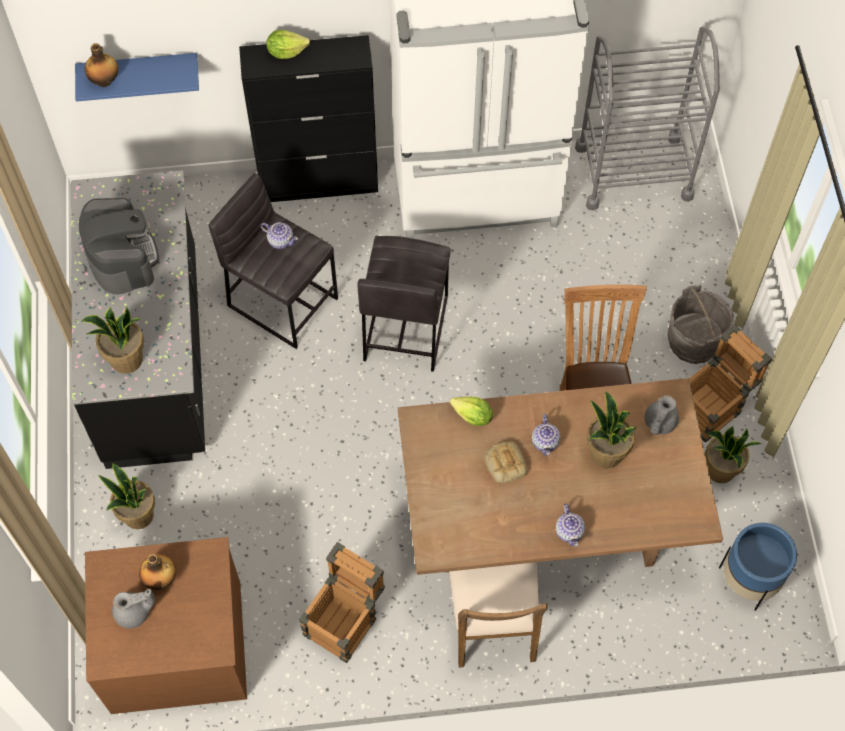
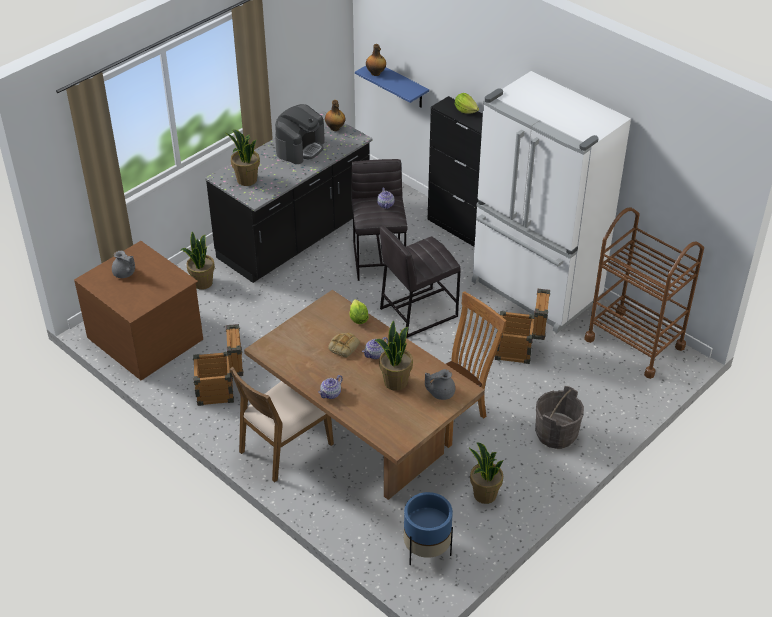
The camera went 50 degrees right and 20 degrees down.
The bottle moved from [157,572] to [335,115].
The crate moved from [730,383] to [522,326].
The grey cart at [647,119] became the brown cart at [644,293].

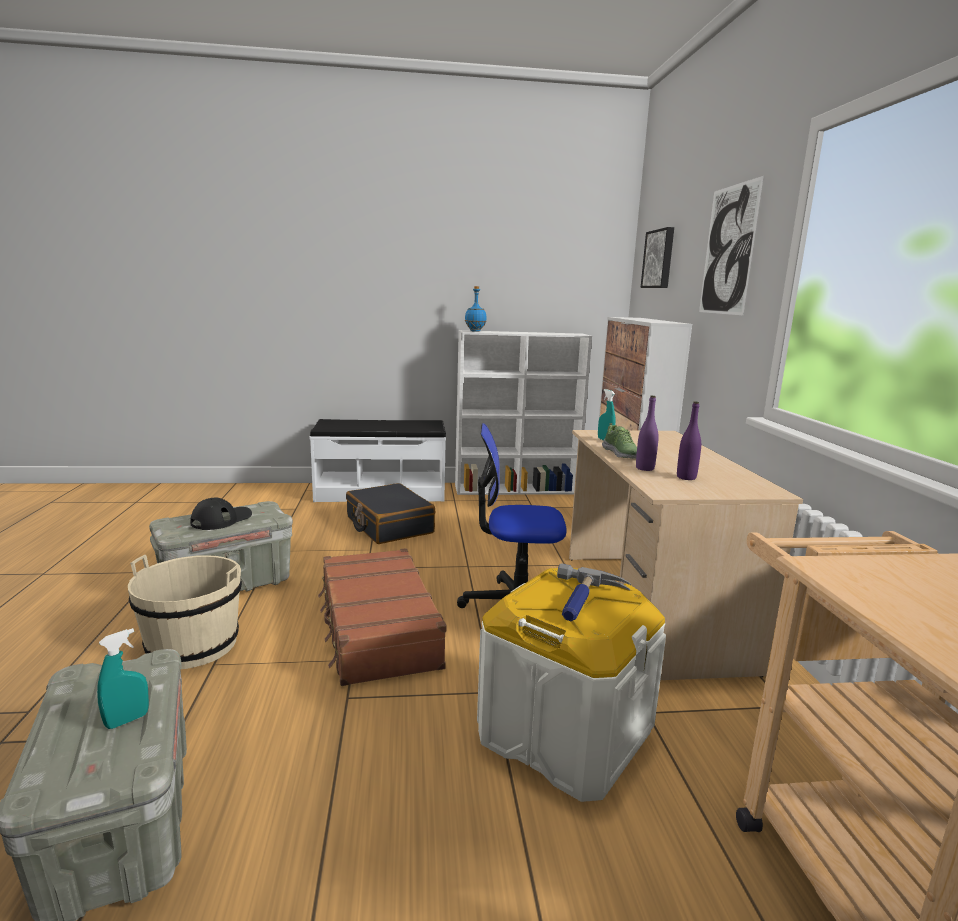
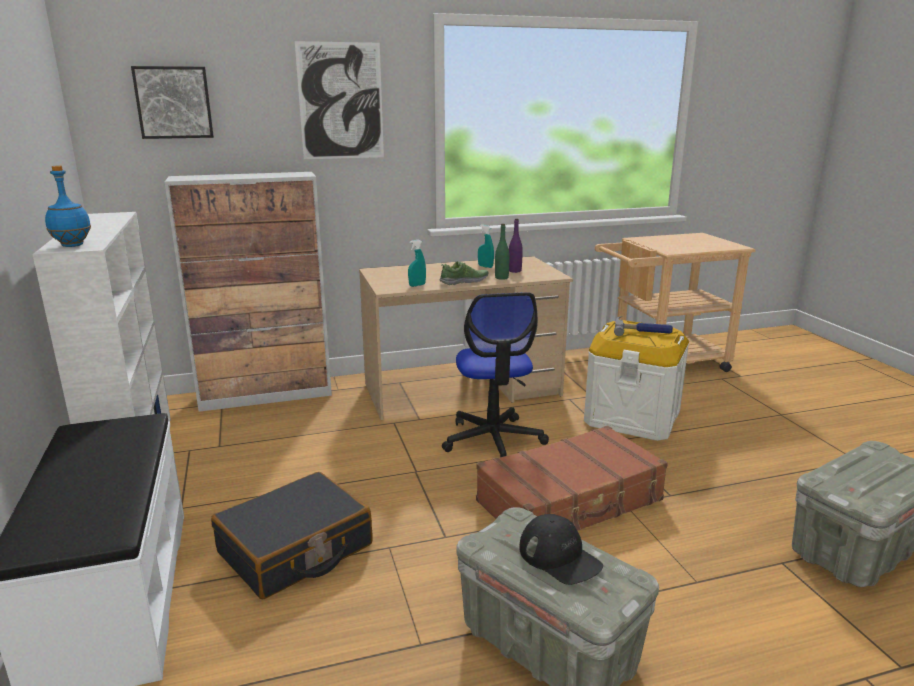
The camera went 100 degrees left and 5 degrees up.
The beige bucket at [185,612] disappeared.
The turquoise spray bottle moved from [123,678] to [486,246].
The purple bottle at [647,433] became the green bottle at [502,252].
The black cap at [221,514] turned 150 degrees counterclockwise.

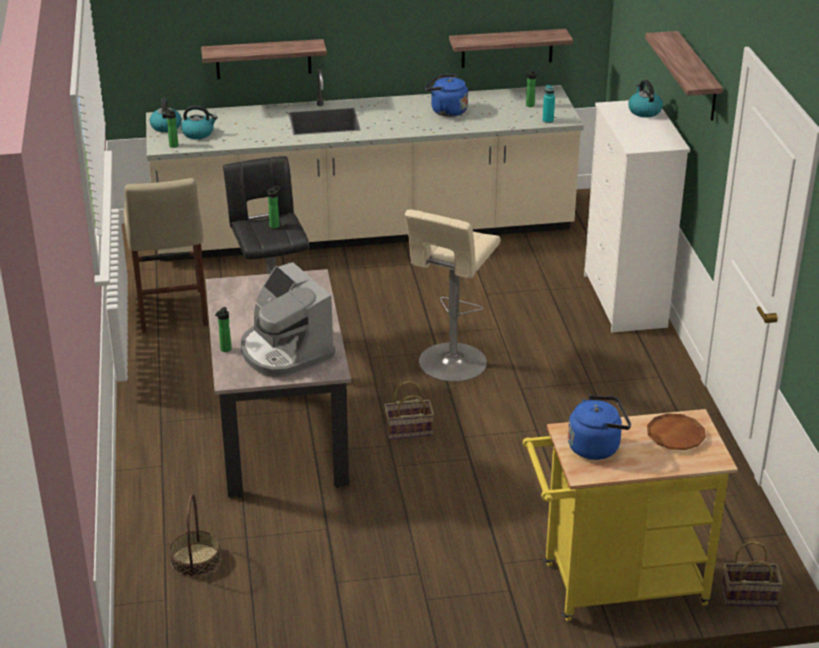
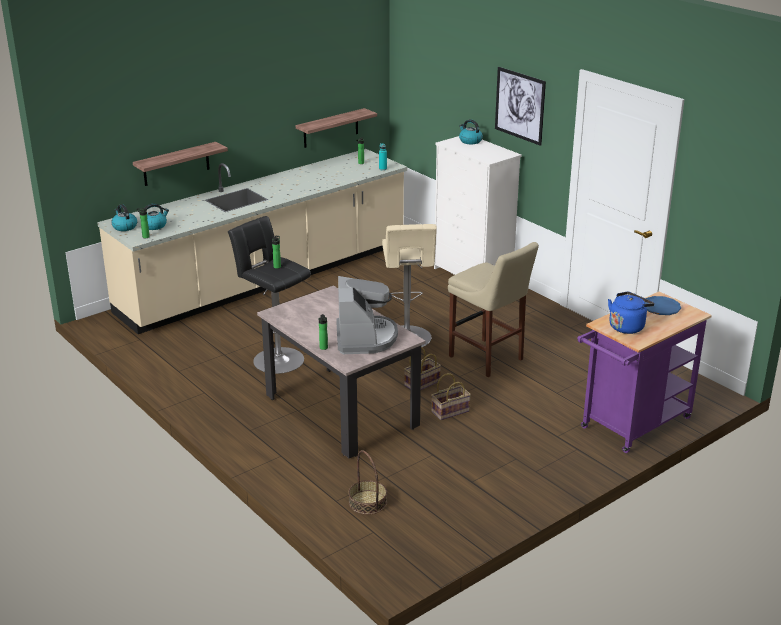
The camera went 30 degrees left and 5 degrees down.
The blue kettle at [446,95] disappeared.
The beige stool moved from [166,255] to [493,309].
The basket moved from [752,573] to [451,396].
The shelf at [684,76] was replaced by the picture at [520,106].
The yellow cart at [630,515] became the purple cart at [644,372].
The brown plate at [676,431] became the blue plate at [663,305].
The coffee machine at [288,319] turned 120 degrees counterclockwise.

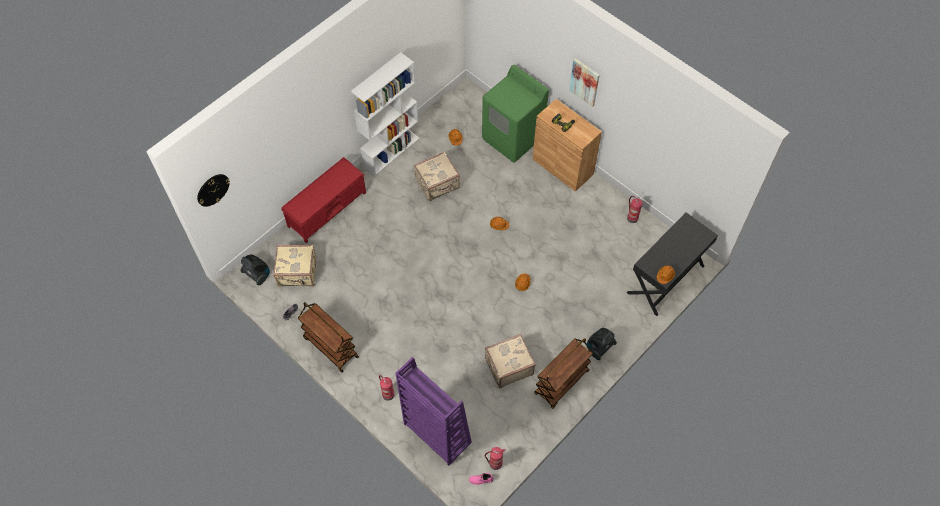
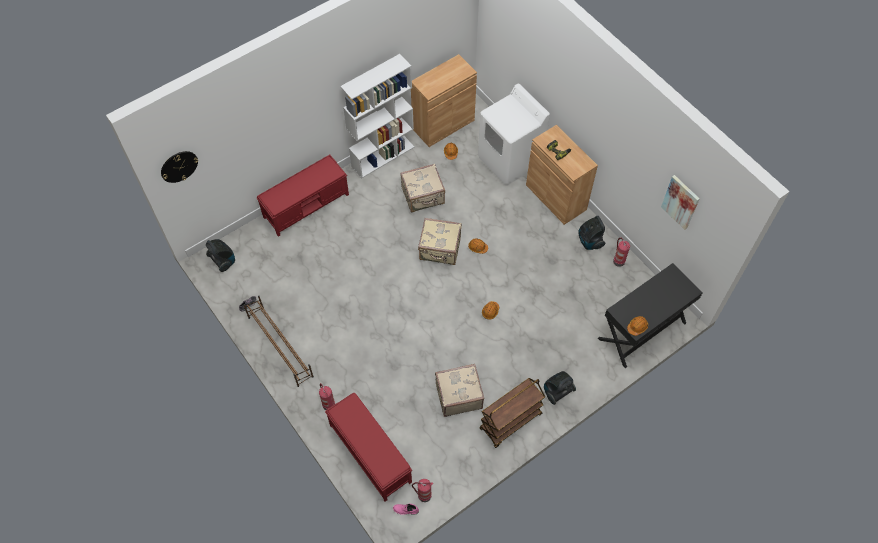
The camera went 10 degrees right and 0 degrees up.
The brown cabinet at [444,100] appeared.
The vacuum cleaner at [591,233] appeared.
The beige suitcase moved from [295,265] to [440,241].
The picture moved from [584,82] to [680,202].
The brown cart at [328,337] was replaced by the brown shoe rack at [279,341].
The purple bookcase at [433,411] was replaced by the red bench at [368,447].
The green washing machine at [515,114] became the white washing machine at [514,134].

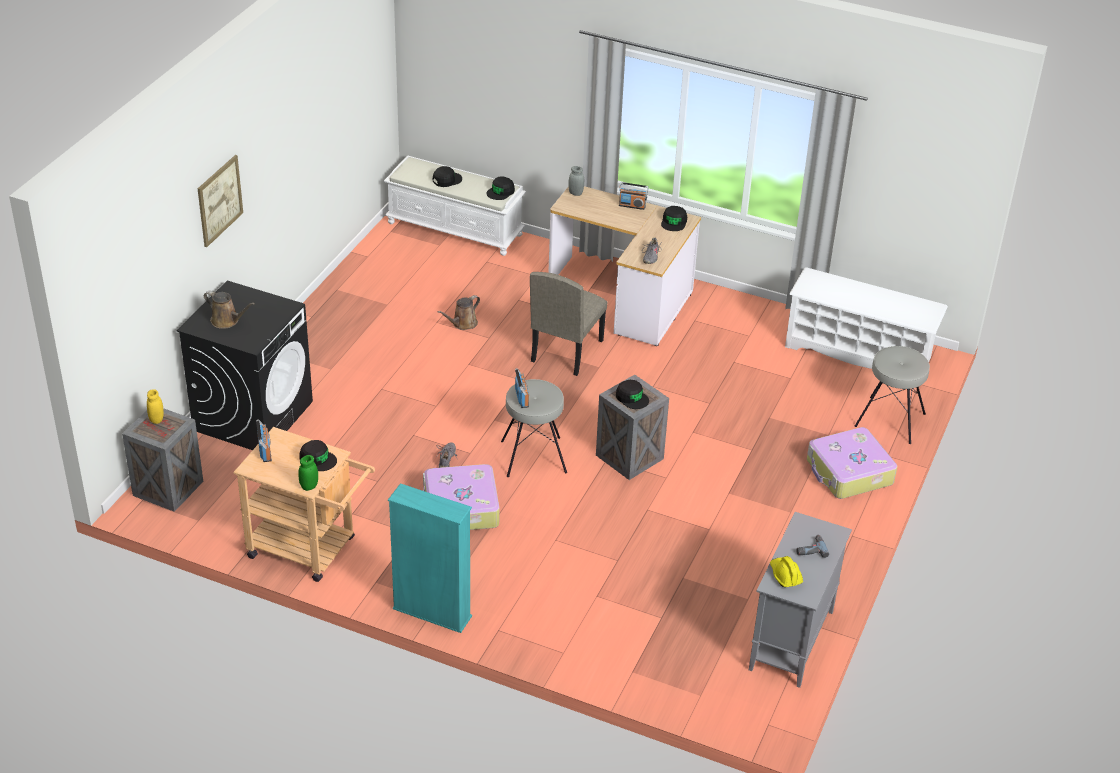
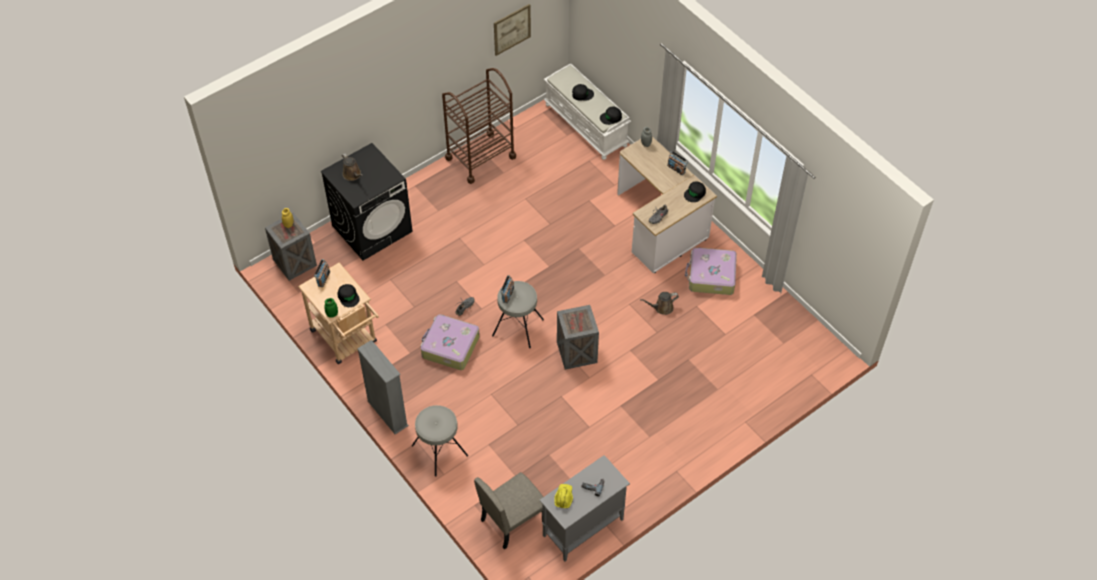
The camera went 30 degrees right and 15 degrees up.
The black cap at [632,394] disappeared.
The white shoe rack at [866,318] disappeared.
The brown cart at [479,126] appeared.
The picture moved from [220,201] to [512,30].
The brown watering can moved from [458,312] to [659,303].
The beige chair moved from [569,324] to [508,511].
The suitcase moved from [852,463] to [711,271].
The grey stool moved from [892,395] to [440,441].
The turquoise bookcase at [430,558] became the grey bookcase at [383,387].

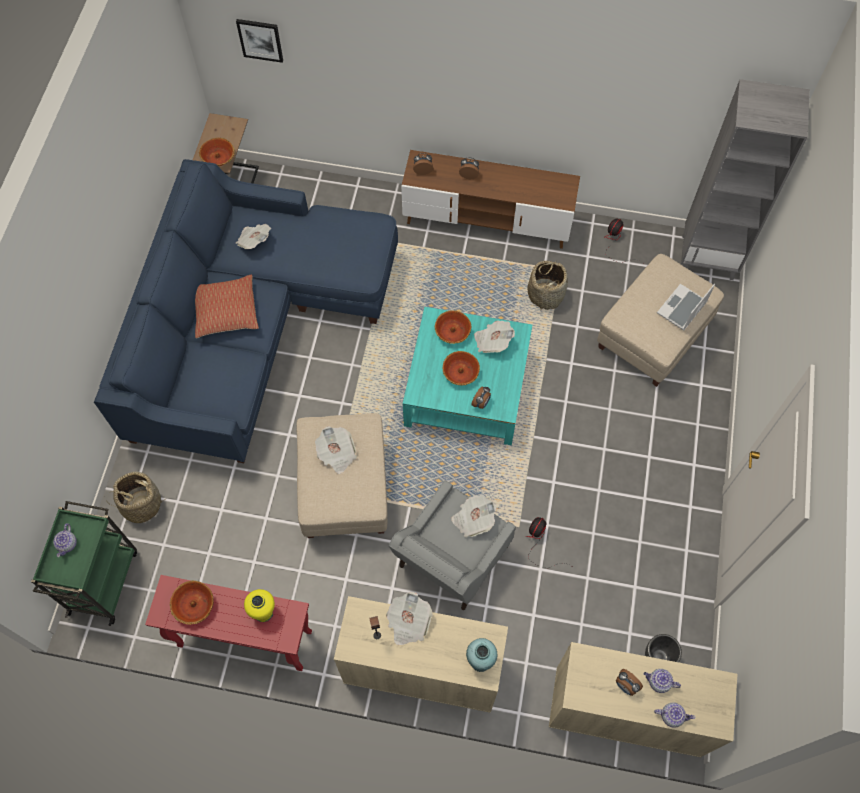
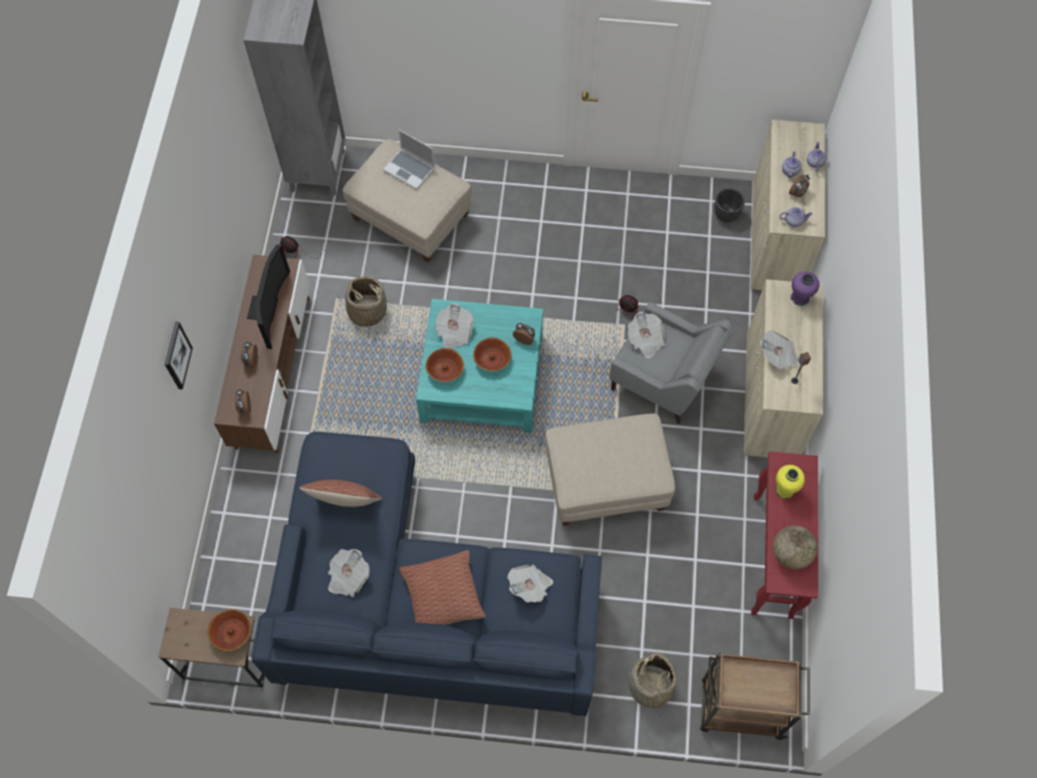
The camera went 95 degrees left and 0 degrees up.
The television at [268,296] appeared.
The pillow at [340,493] appeared.
The teapot moved from [65,540] to [796,217].
The picture moved from [259,41] to [179,355].
The newspaper moved from [336,450] to [530,584].
The bowl at [192,602] was replaced by the globe at [795,547].
The green cart at [84,563] became the brown cart at [755,696].
The turquoise vase at [482,655] became the purple vase at [805,289].

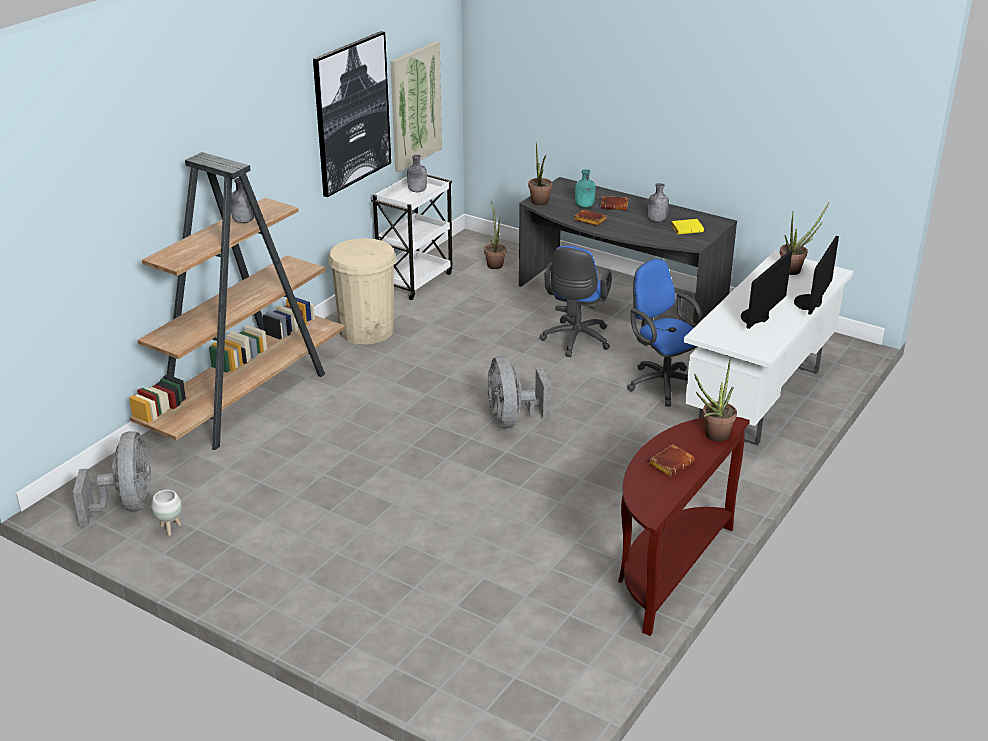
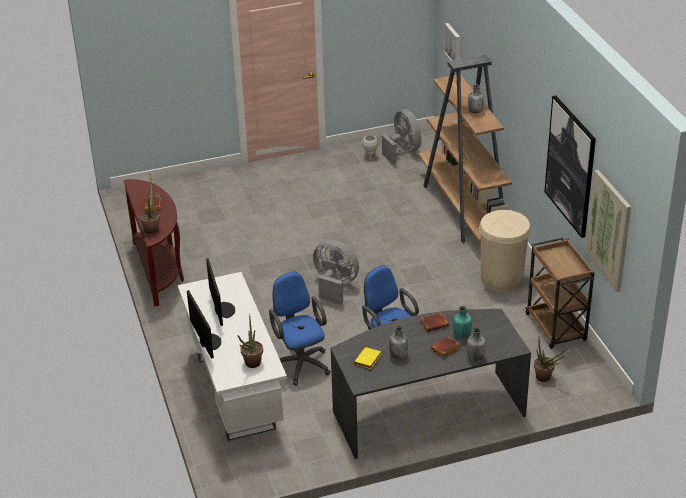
The camera went 130 degrees right and 5 degrees up.
The potted plant at [540,174] disappeared.
The picture at [452,42] appeared.
The grey bottle moved from [417,173] to [476,344].
The white cart at [411,237] became the brown cart at [560,293].
The grey fan at [112,479] turned 150 degrees counterclockwise.
The blue office chair at [665,333] turned 120 degrees counterclockwise.

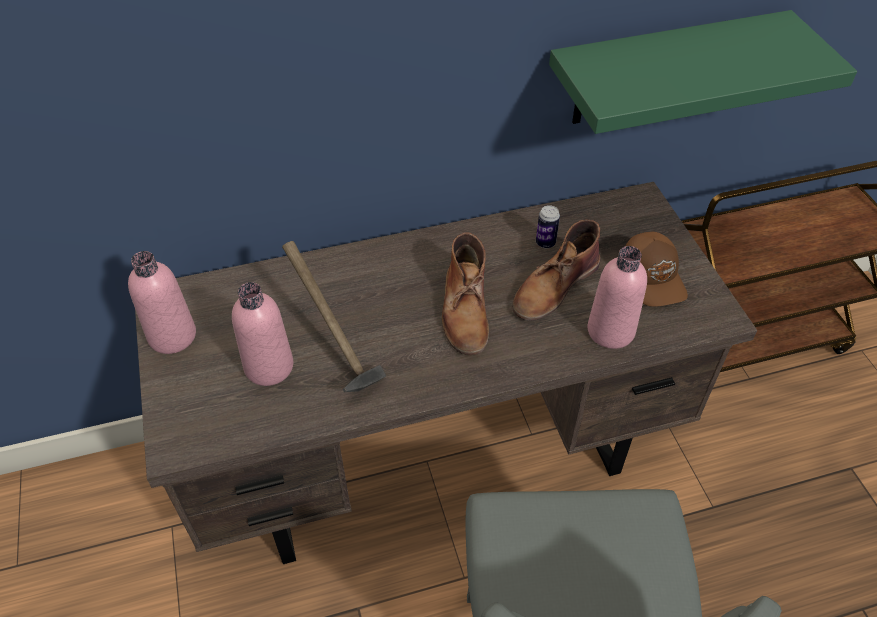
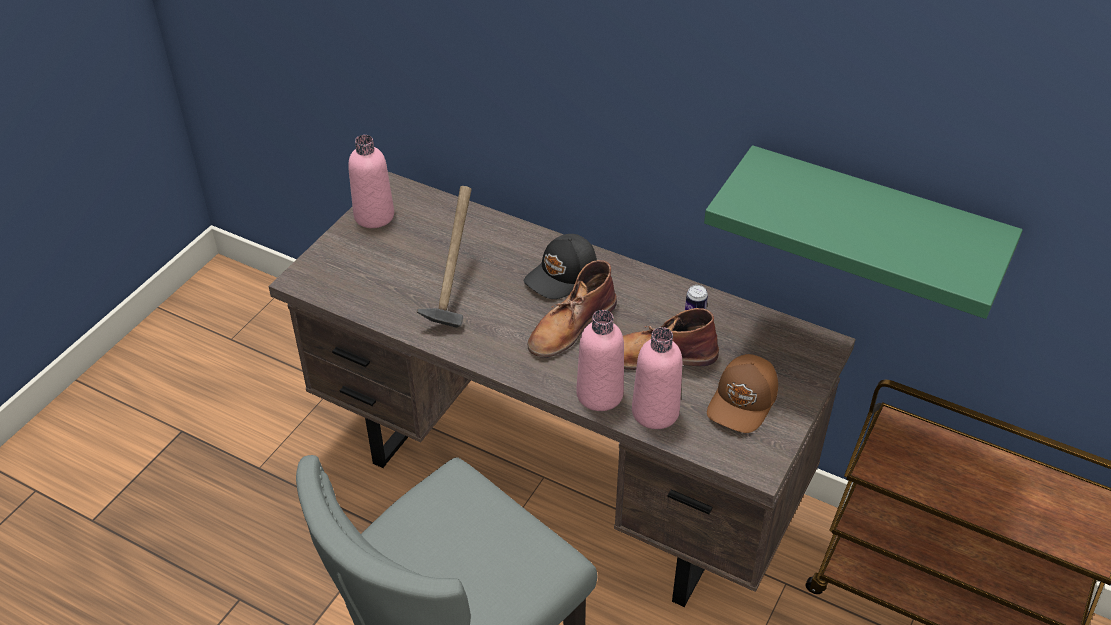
The camera went 45 degrees right and 5 degrees down.
The black cap at [560,266] appeared.
The pink bottle moved from [262,334] to [600,360].

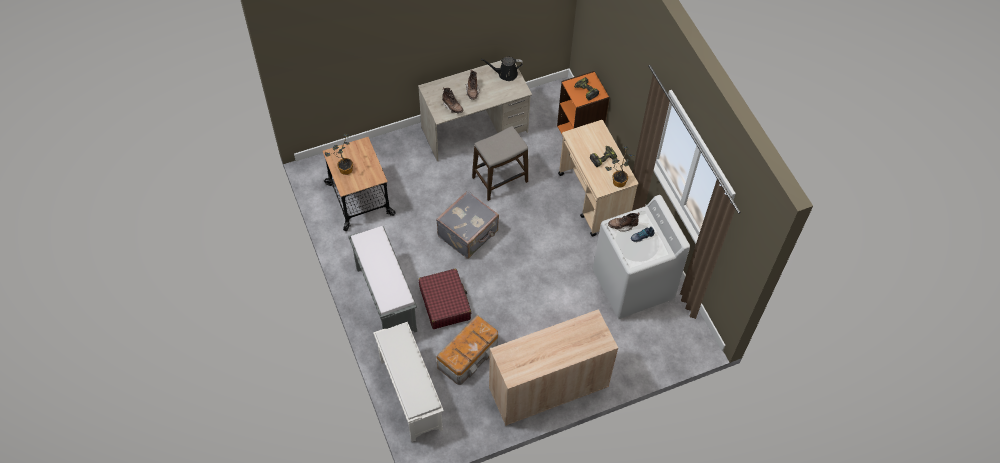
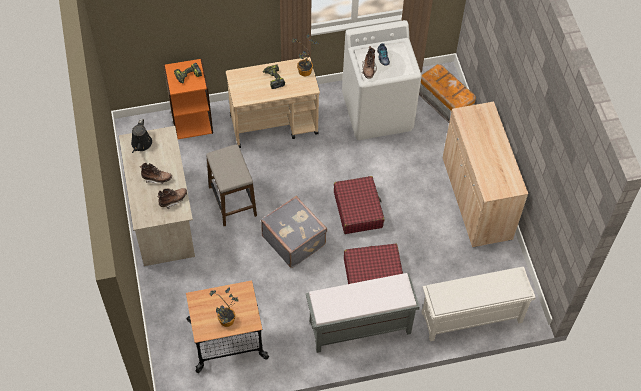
The camera went 80 degrees left and 0 degrees up.
The red suitcase at [359,205] appeared.
The storage box moved from [467,350] to [447,93].

